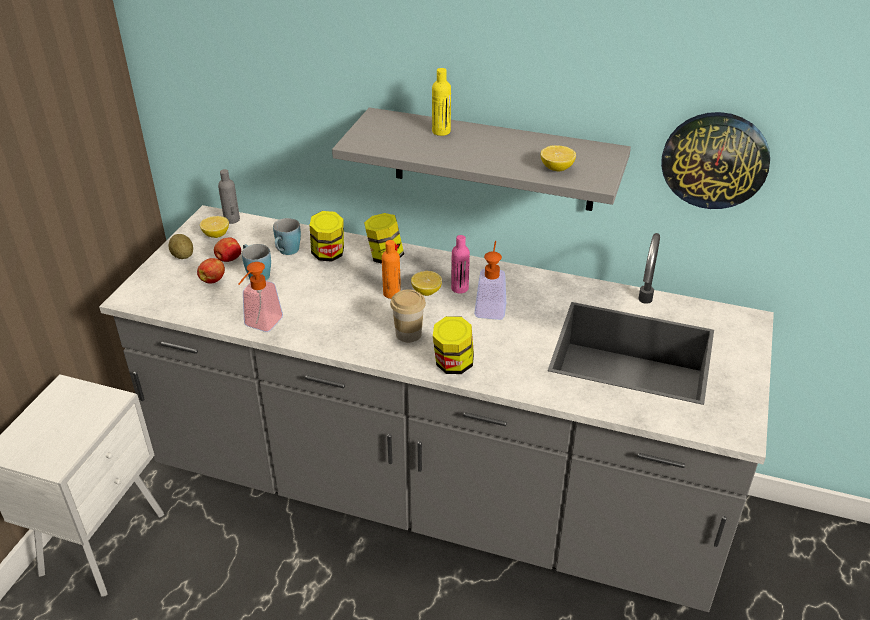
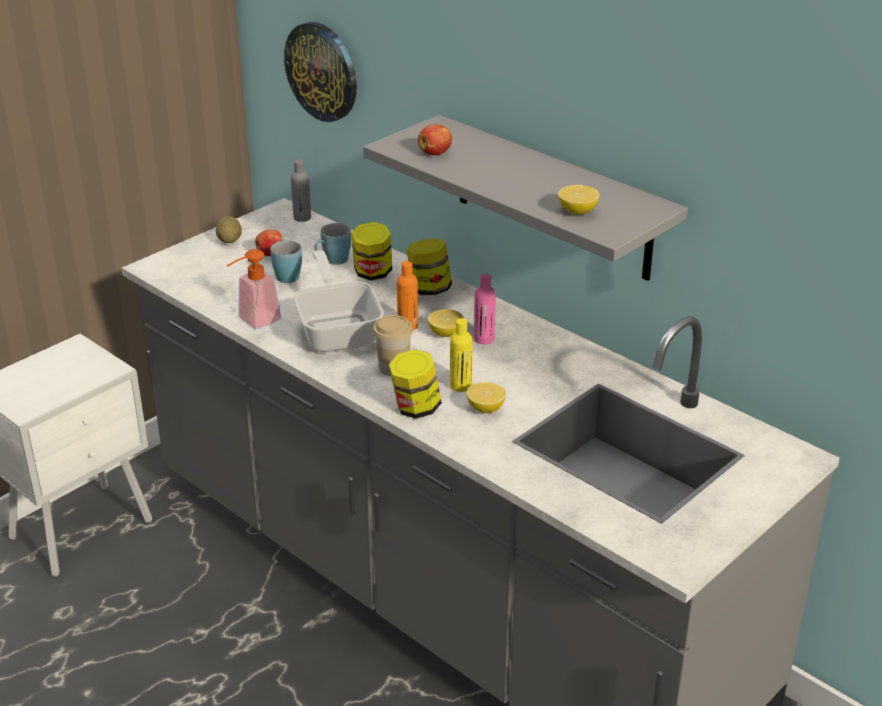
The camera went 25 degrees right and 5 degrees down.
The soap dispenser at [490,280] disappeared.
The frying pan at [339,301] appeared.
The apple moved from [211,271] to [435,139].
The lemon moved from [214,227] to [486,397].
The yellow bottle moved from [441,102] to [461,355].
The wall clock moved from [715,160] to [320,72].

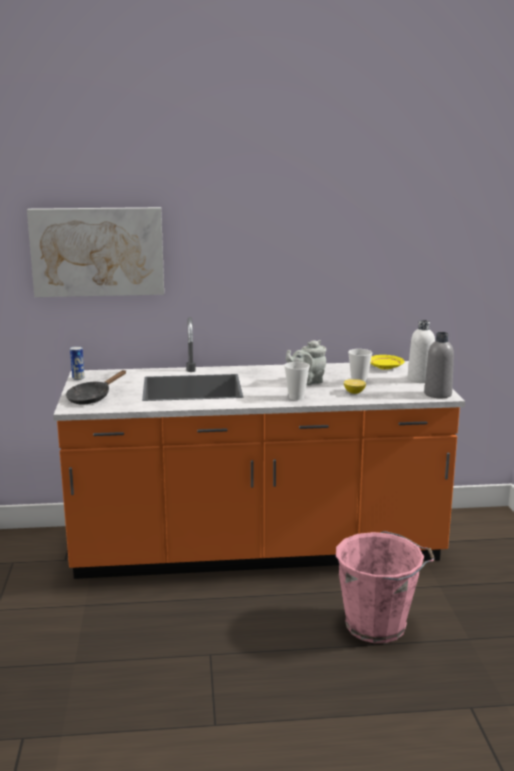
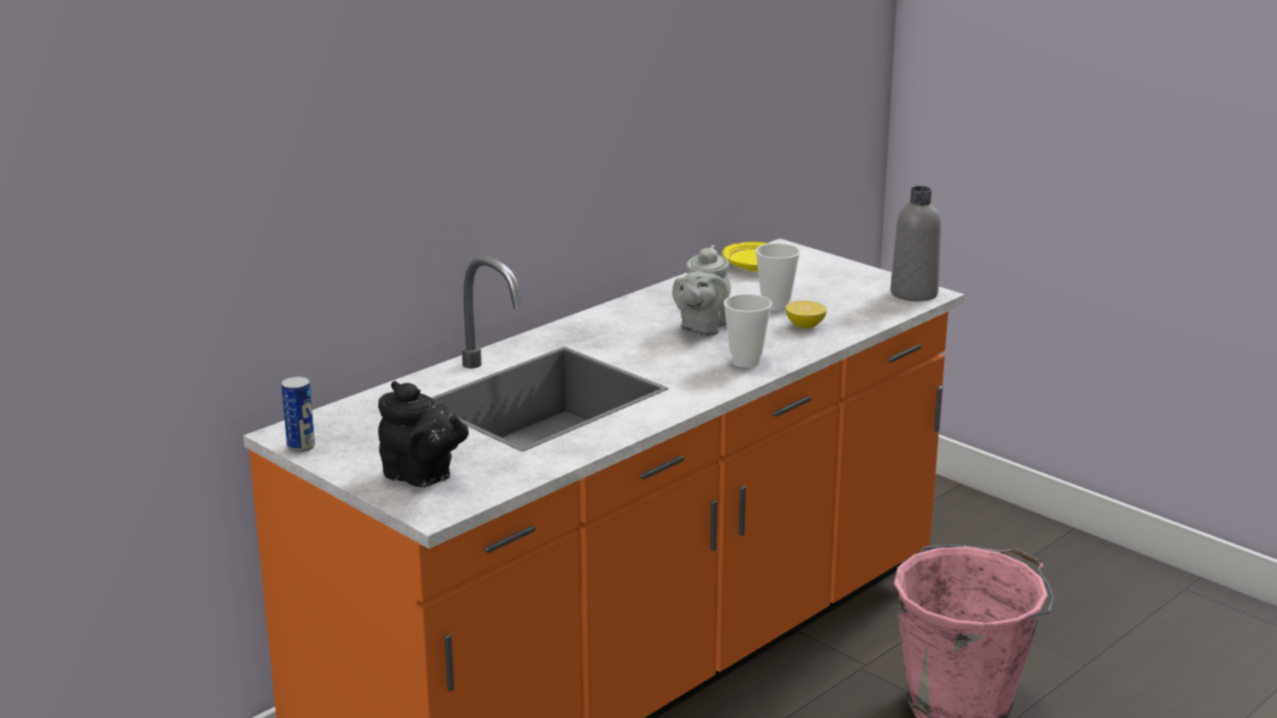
The camera went 40 degrees left and 5 degrees up.
The picture at [95,252] disappeared.
The white bottle at [421,351] disappeared.
The black frying pan at [96,387] was replaced by the black teapot at [423,434].

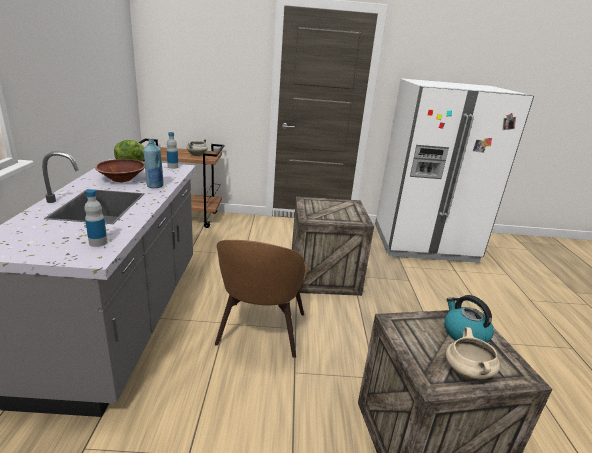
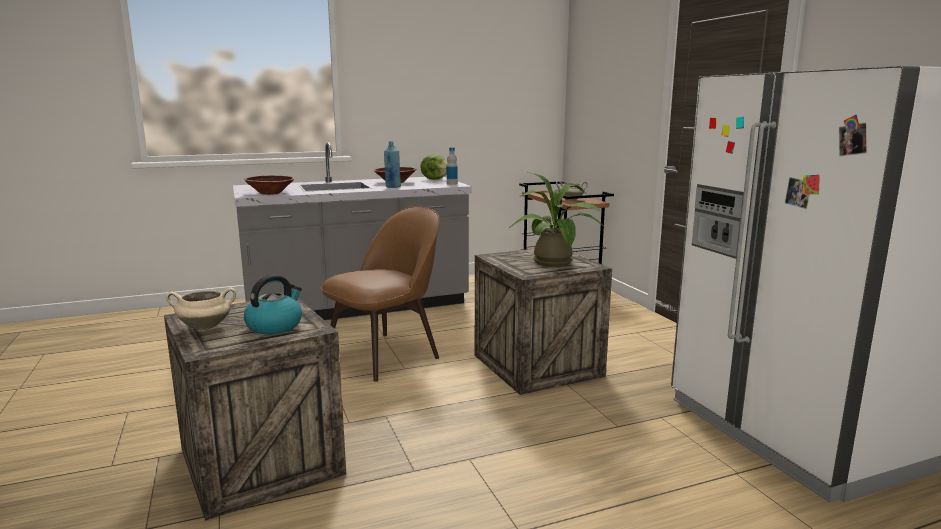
The camera went 70 degrees right and 10 degrees down.
The potted plant at [557,219] appeared.
The bottle at [95,218] was replaced by the brown bowl at [269,185].
The brown chair at [261,299] turned 150 degrees clockwise.

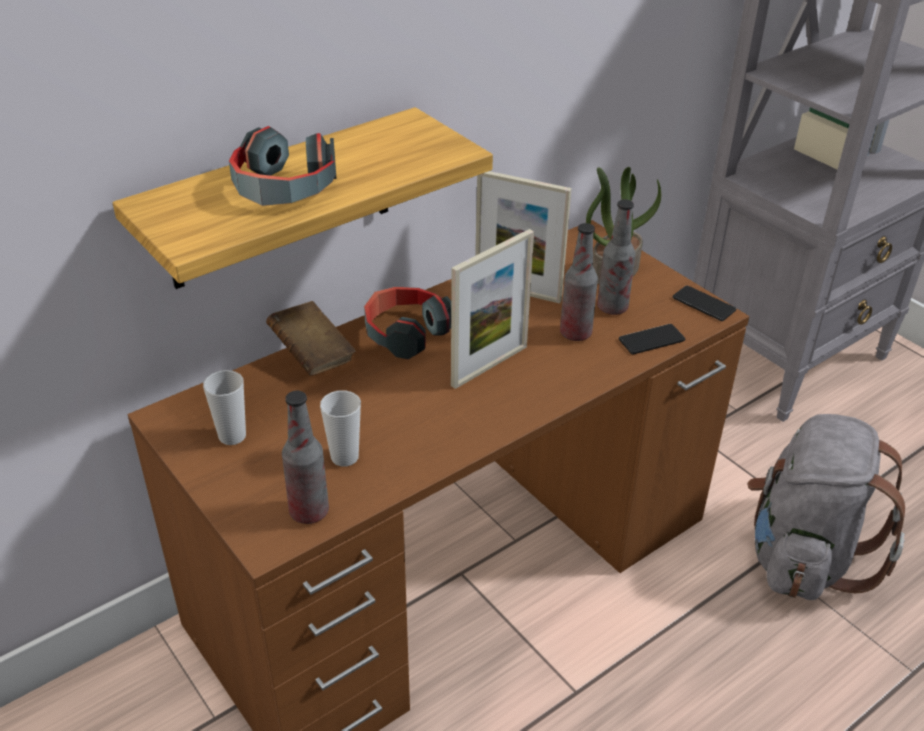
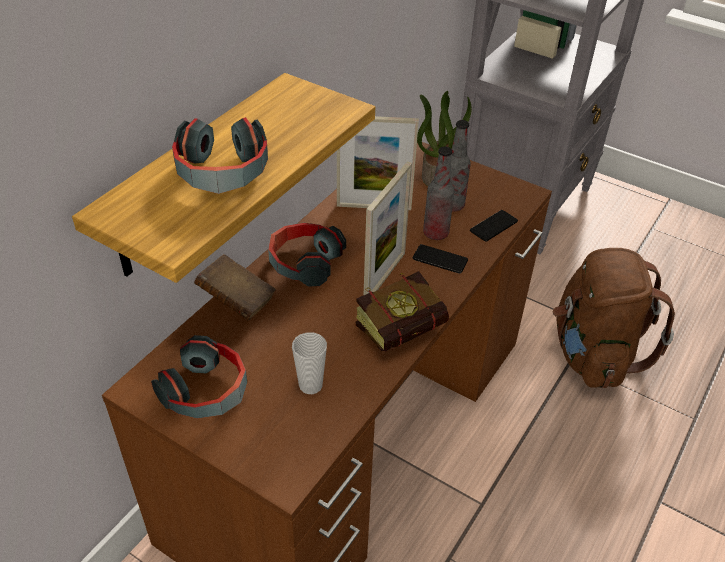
The camera went 20 degrees left and 5 degrees up.
The bottle at [305,457] disappeared.
The book at [402,311] appeared.
The phone moved from [704,303] to [440,259].
The cup at [224,407] was replaced by the headphones at [199,377].
The grey backpack at [826,507] became the brown backpack at [614,318].

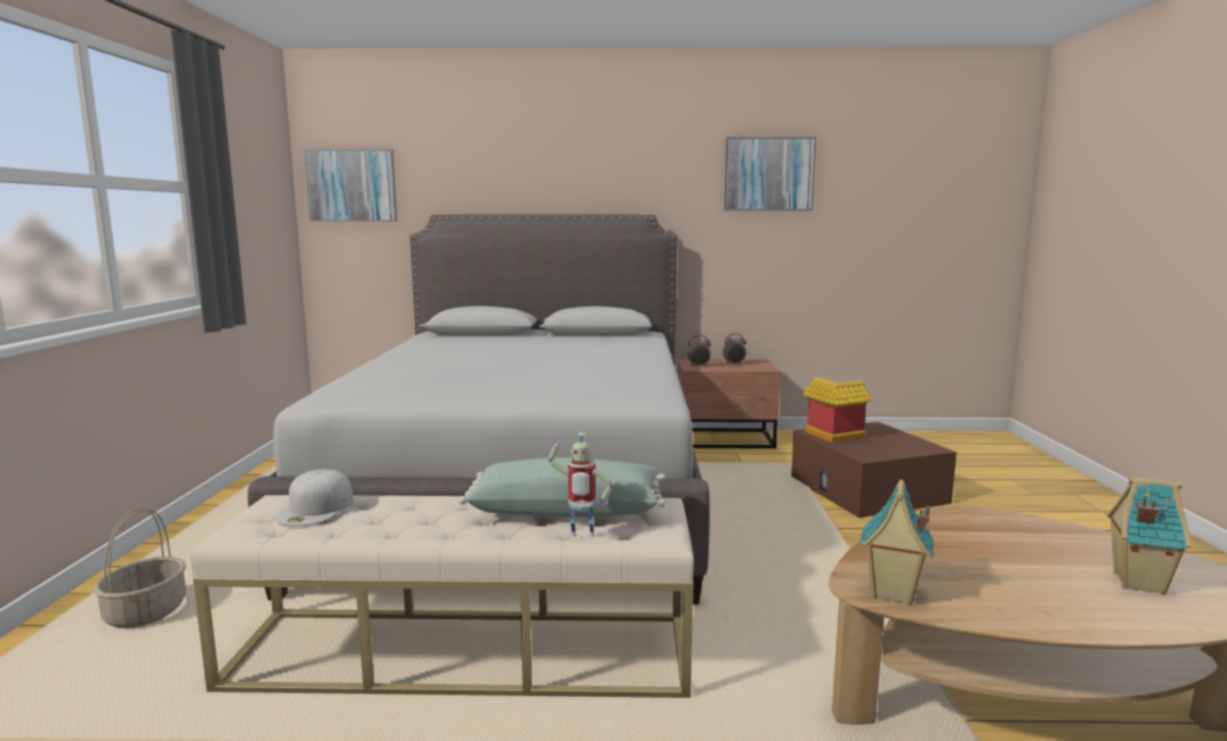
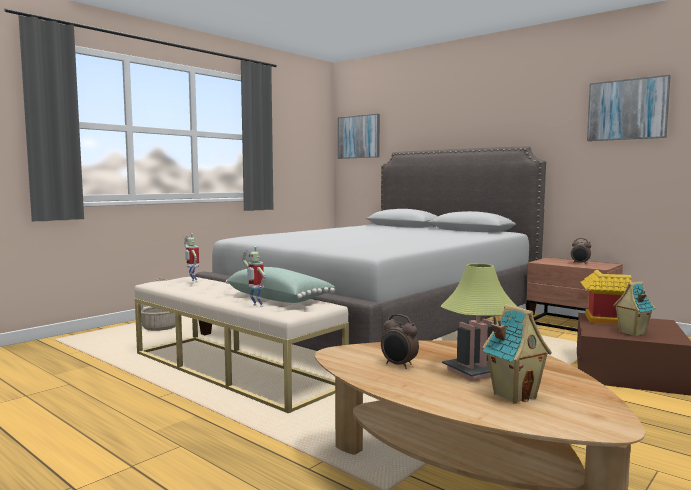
The camera went 40 degrees right and 5 degrees down.
The table lamp at [478,322] appeared.
The alarm clock moved from [699,351] to [400,341].
The toy house moved from [896,543] to [634,308].
The white cap at [313,497] was replaced by the toy robot at [191,257].

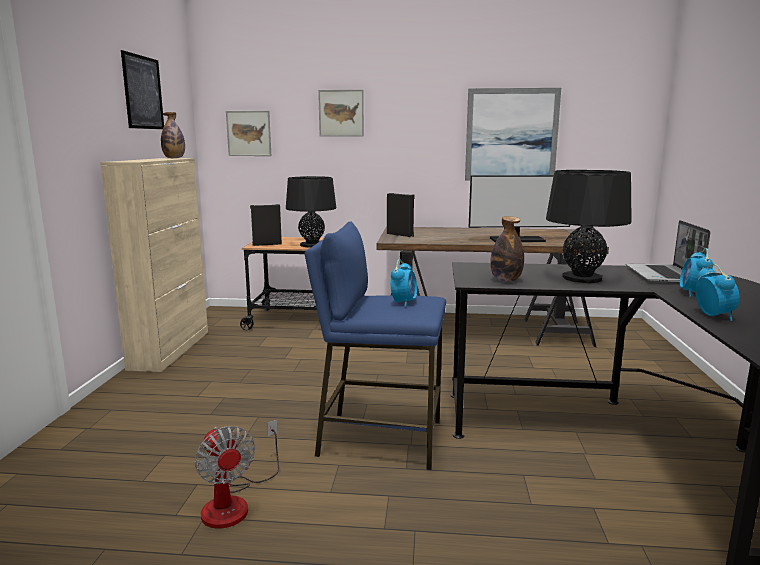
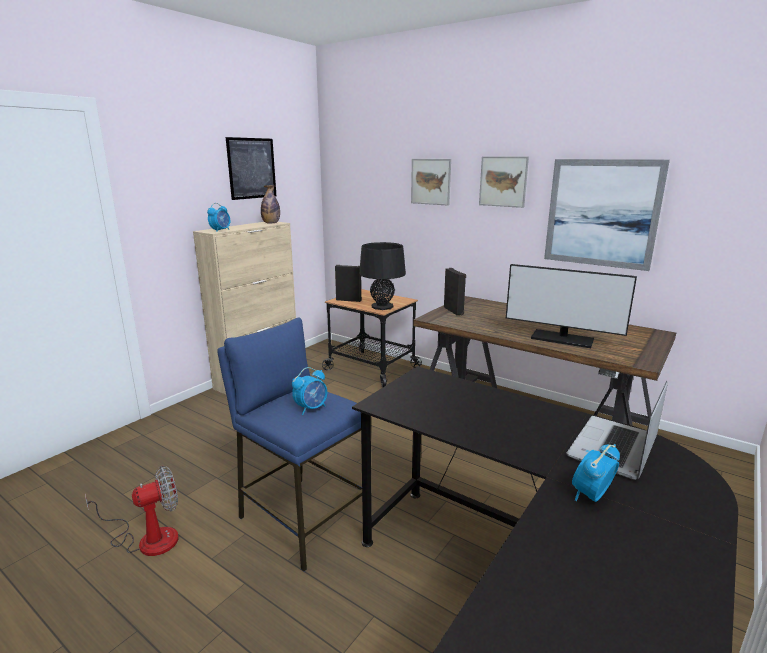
The camera went 30 degrees right and 5 degrees up.
The bottle at [507,249] disappeared.
The black table lamp at [589,226] disappeared.
The picture moved from [248,133] to [504,182].
The alarm clock moved from [717,292] to [218,217].
The fan at [237,474] turned 120 degrees counterclockwise.

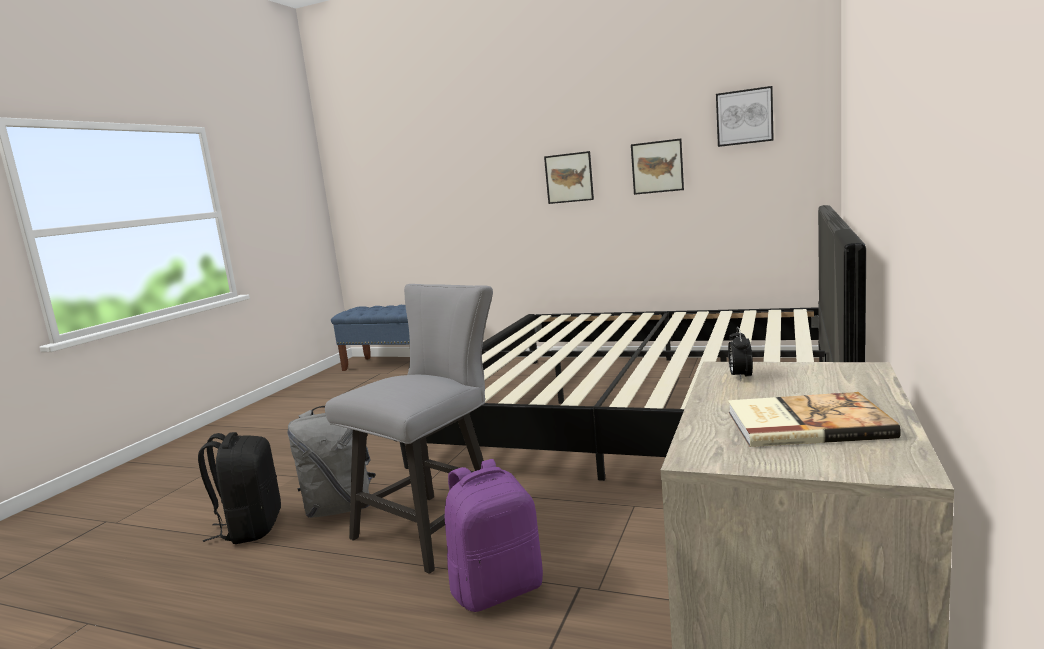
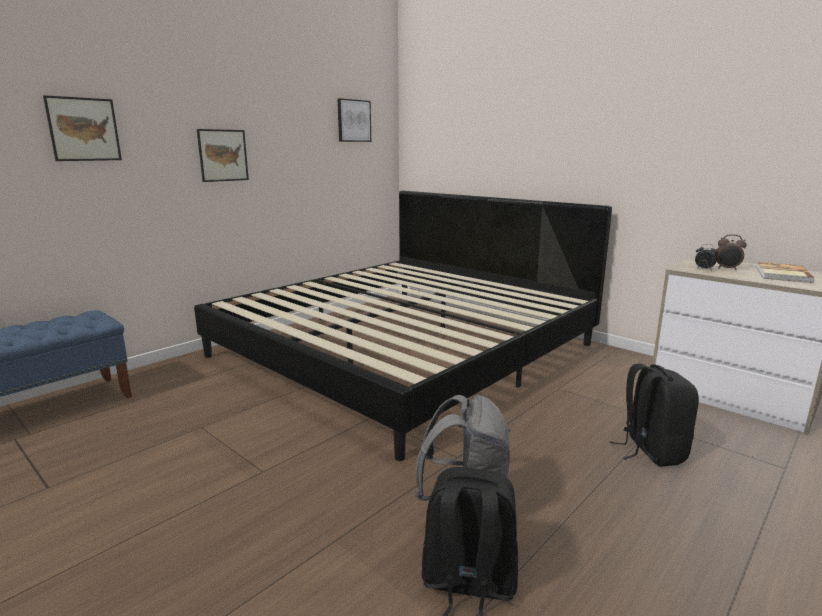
The camera went 70 degrees left and 5 degrees up.
The grey chair at [409,429] disappeared.
The alarm clock at [731,252] appeared.
The picture moved from [657,167] to [82,128].
The purple backpack at [494,535] became the black backpack at [654,415].

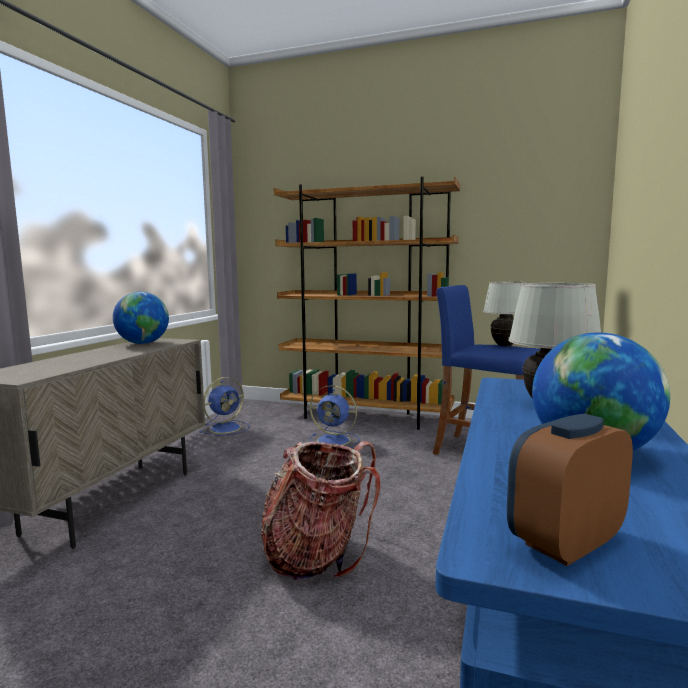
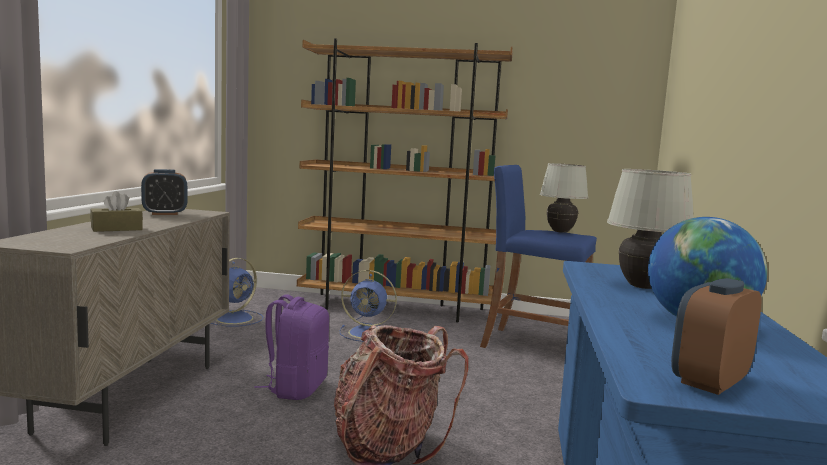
The camera went 10 degrees left and 0 degrees up.
The brown tissue box at [116,211] appeared.
The purple backpack at [291,347] appeared.
The globe at [141,318] was replaced by the alarm clock at [164,192].

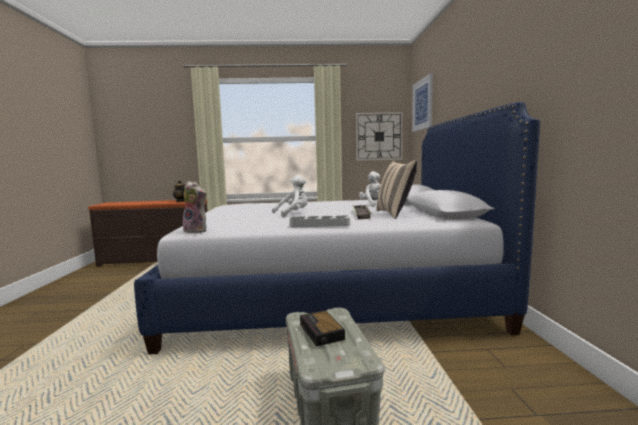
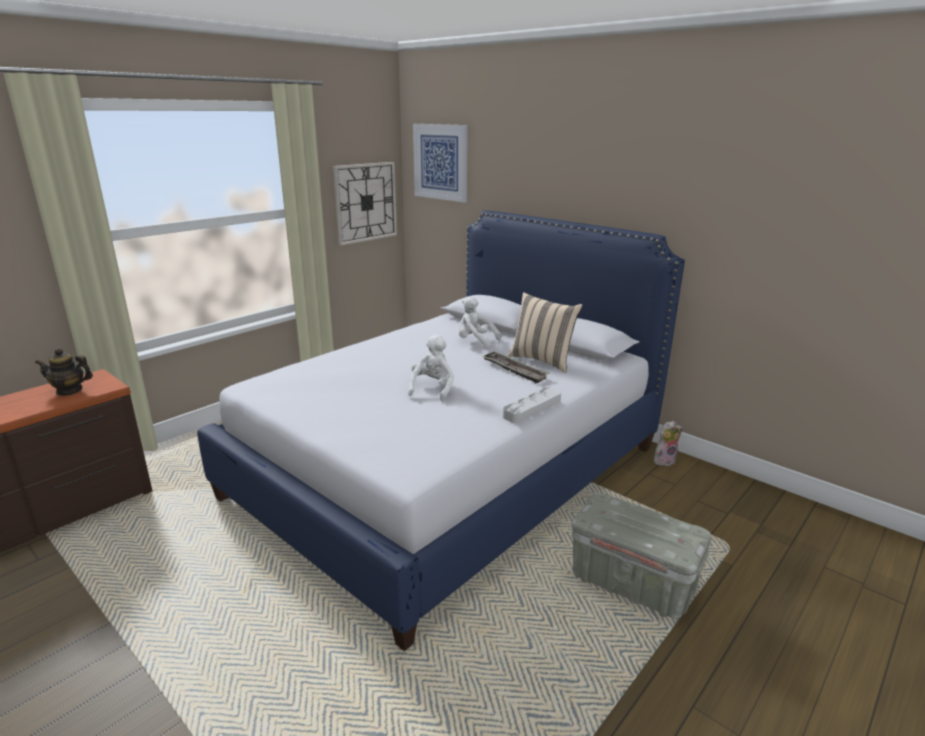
The camera went 45 degrees left and 15 degrees up.
The alarm clock at [322,328] disappeared.
The plush toy moved from [194,207] to [668,443].

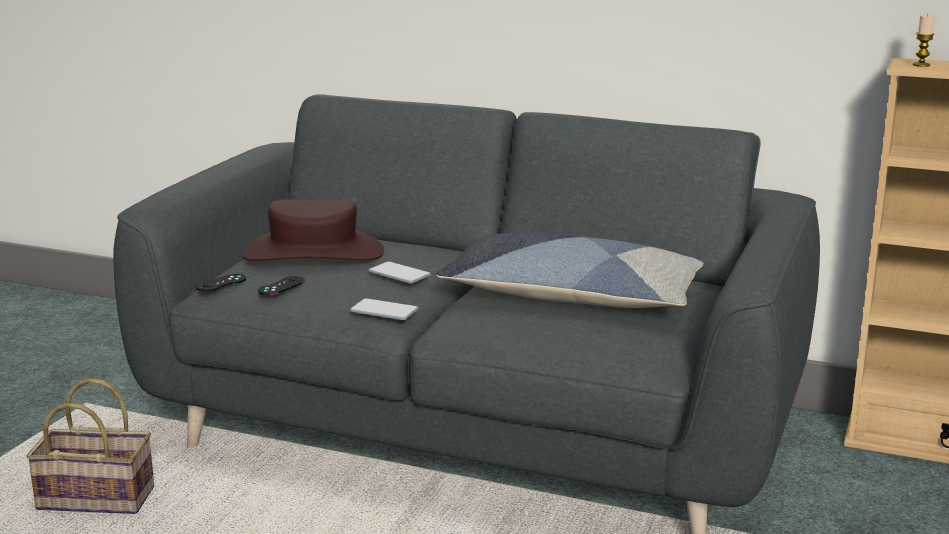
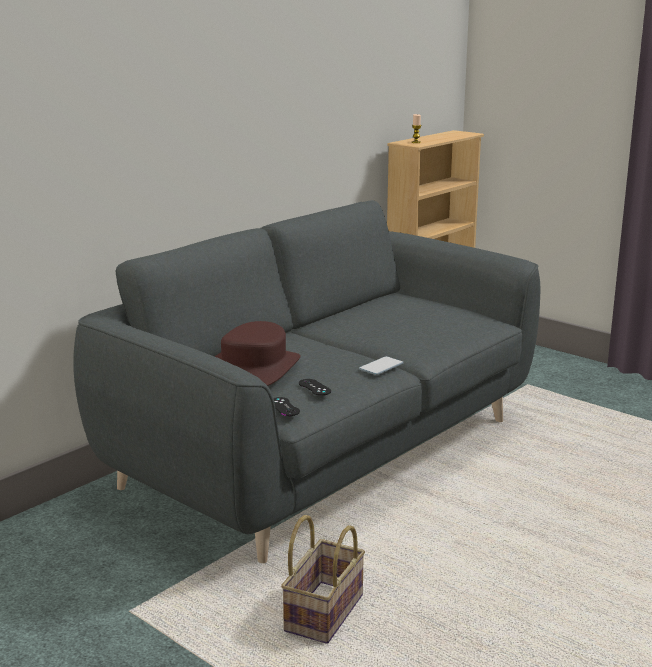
The camera went 70 degrees left and 0 degrees up.
The phone at [399,272] disappeared.
The pillow at [570,270] disappeared.

